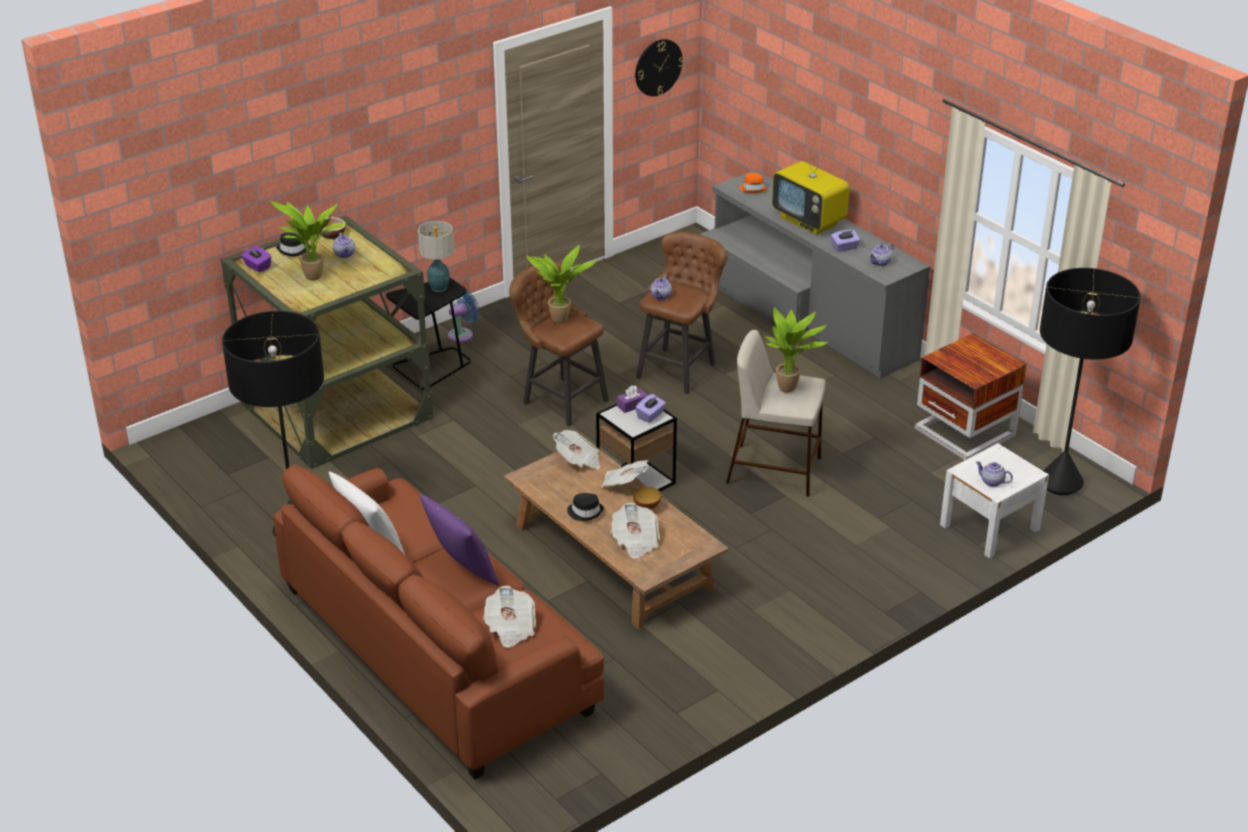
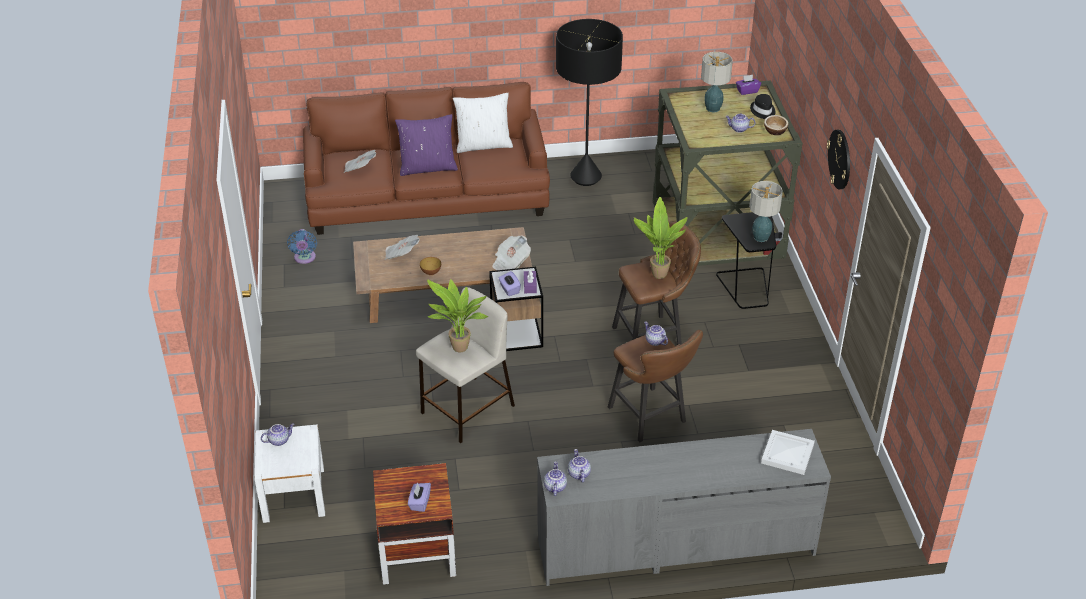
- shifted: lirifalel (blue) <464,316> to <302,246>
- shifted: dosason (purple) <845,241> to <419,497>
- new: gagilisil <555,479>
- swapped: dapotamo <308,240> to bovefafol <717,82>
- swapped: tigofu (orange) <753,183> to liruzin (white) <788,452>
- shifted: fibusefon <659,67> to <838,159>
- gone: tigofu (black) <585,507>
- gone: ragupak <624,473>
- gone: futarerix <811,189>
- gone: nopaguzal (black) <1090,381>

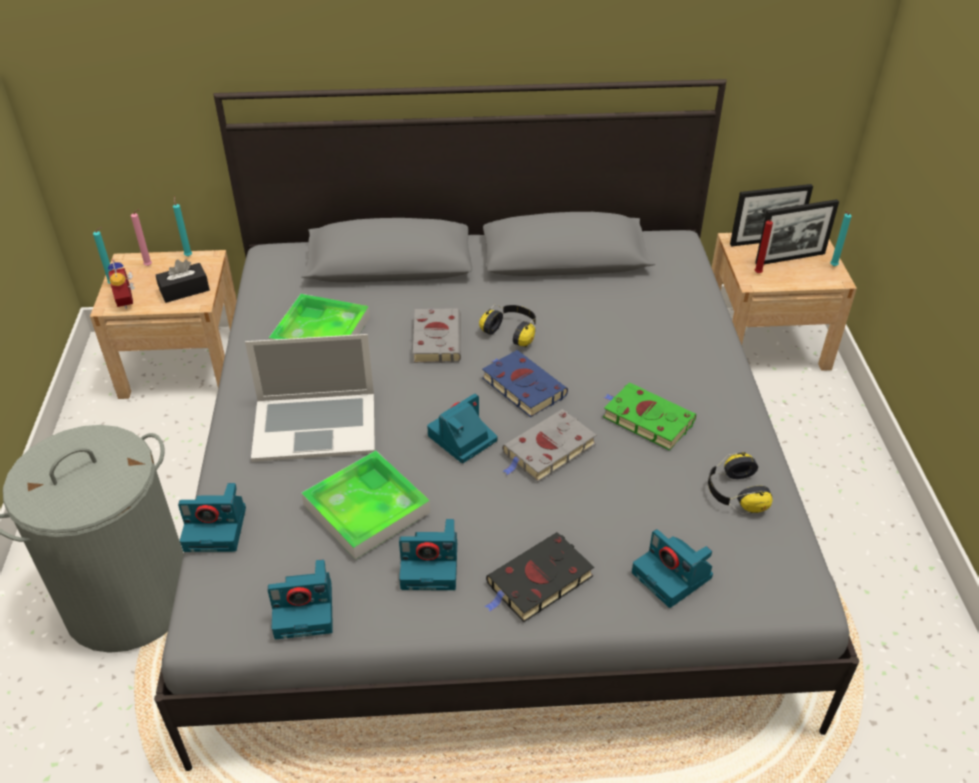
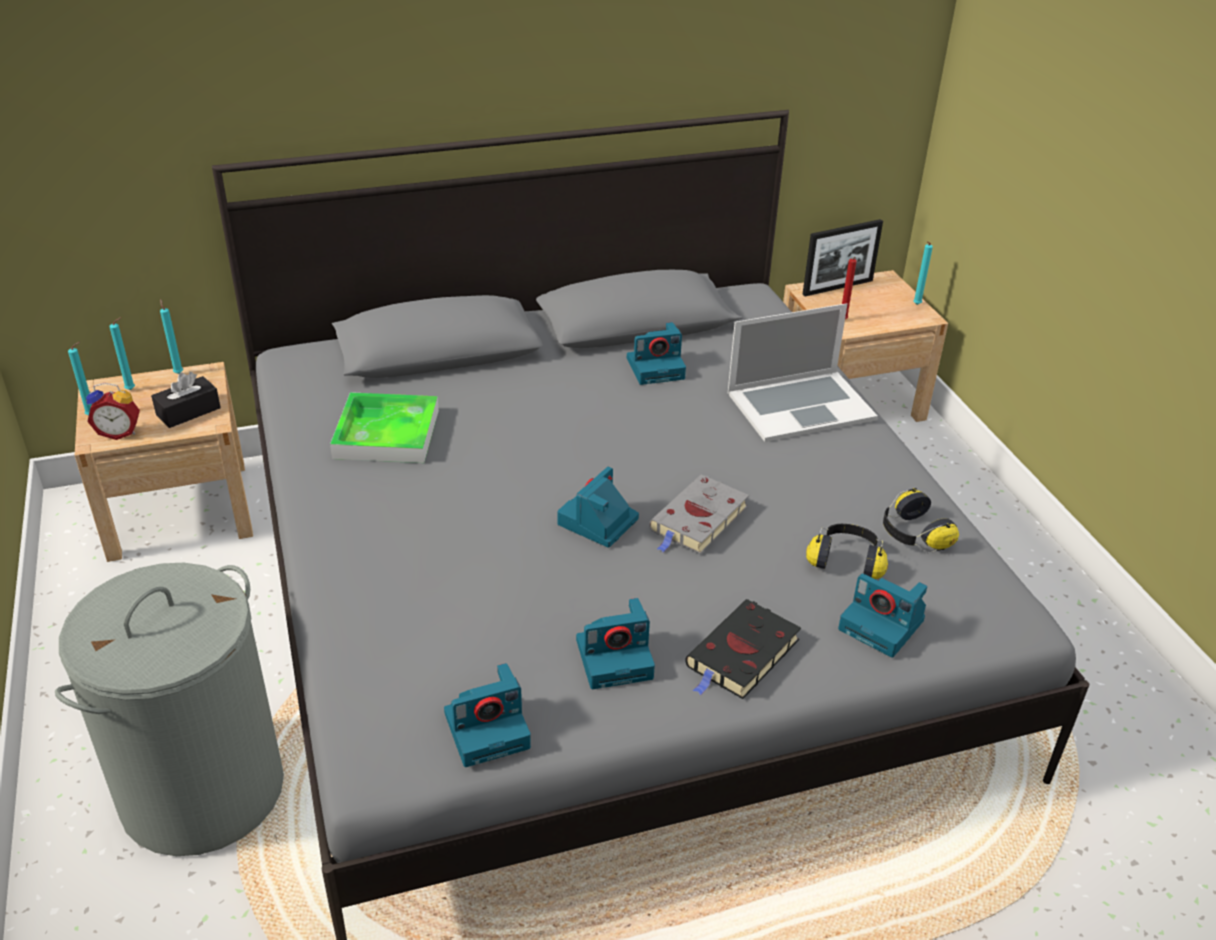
- rotated: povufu <121,284> = <113,411> 60 degrees counterclockwise
- repainted: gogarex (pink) <141,237> to gogarex (turquoise) <122,353>
- shifted: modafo <212,517> to <656,353>
- shifted: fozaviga <310,398> to <803,372>
- shifted: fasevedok <507,326> to <847,551>
- gone: liruzin <365,505>
- gone: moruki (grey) <437,335>
- gone: moruki (blue) <525,383>
- gone: moruki (green) <649,416>
- gone: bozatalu <797,231>

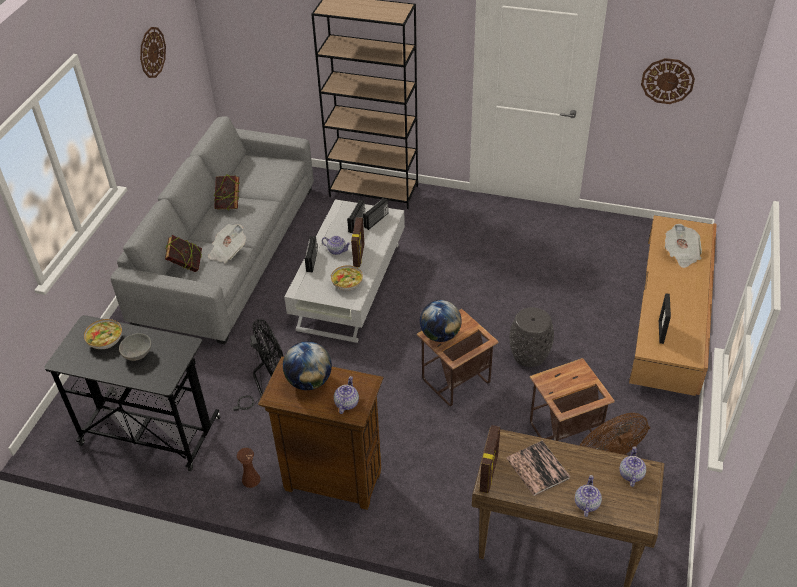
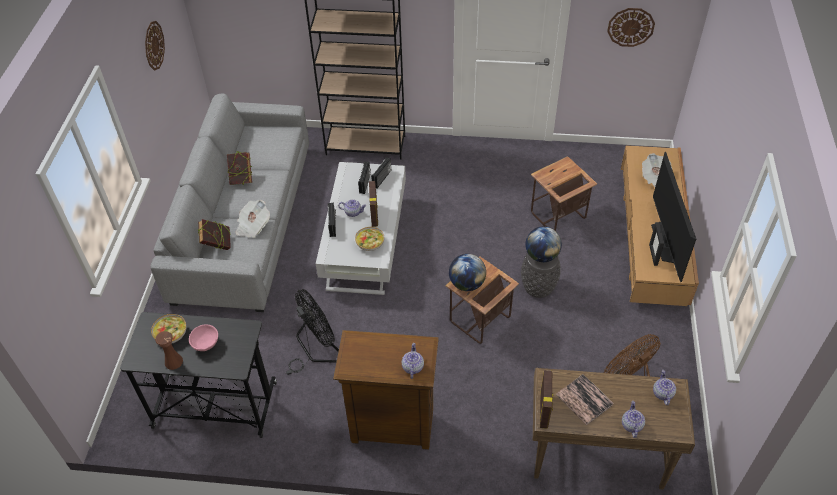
- shifted: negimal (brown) <248,468> to <169,350>
- repainted: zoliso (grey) <135,347> to zoliso (pink) <203,337>
- shifted: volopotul <307,365> to <543,244>
- shifted: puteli <572,399> to <564,193>
- new: futarerix <673,217>

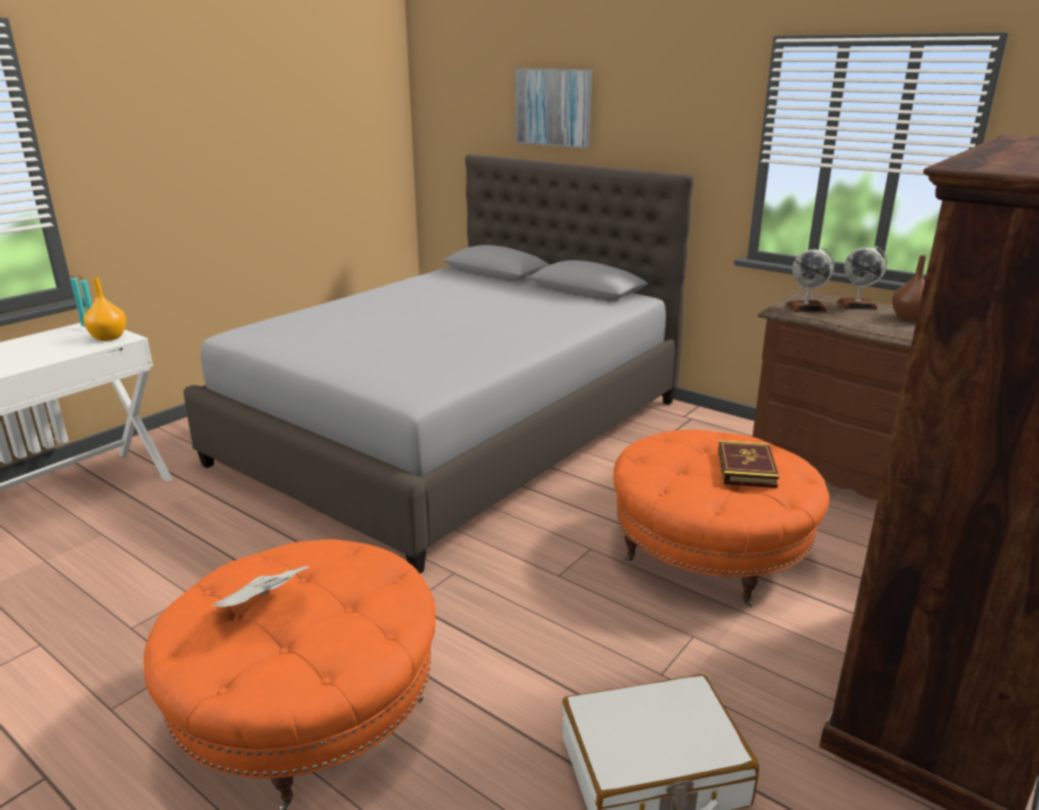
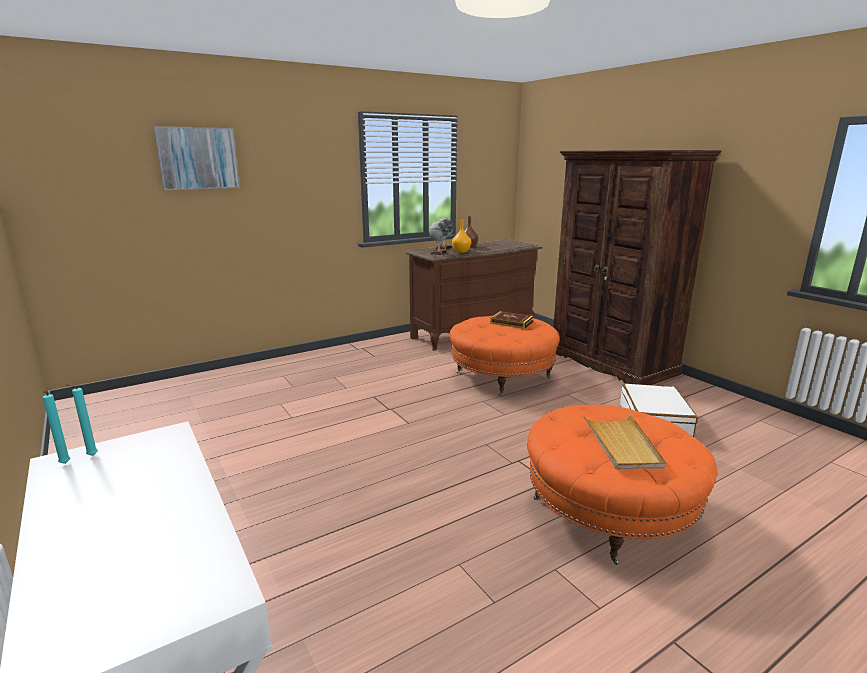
- shifted: negimal (orange) <104,309> to <461,236>
- swapped: ragupak <260,586> to liruzin (beige) <624,442>
- gone: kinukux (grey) <438,363>

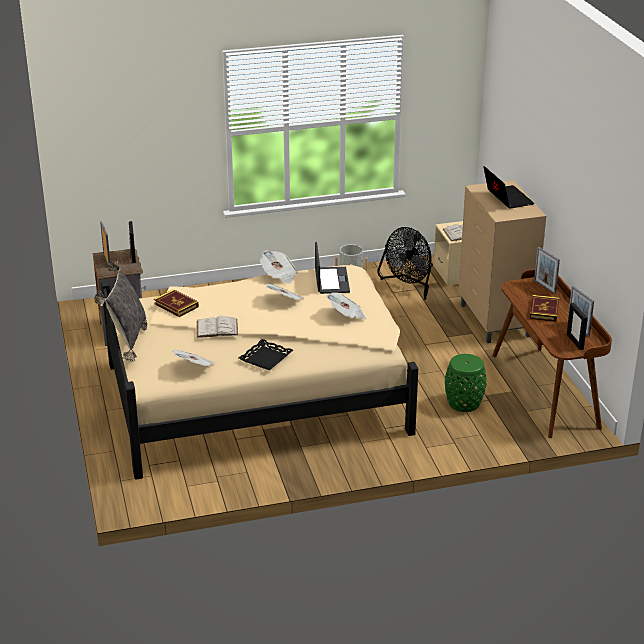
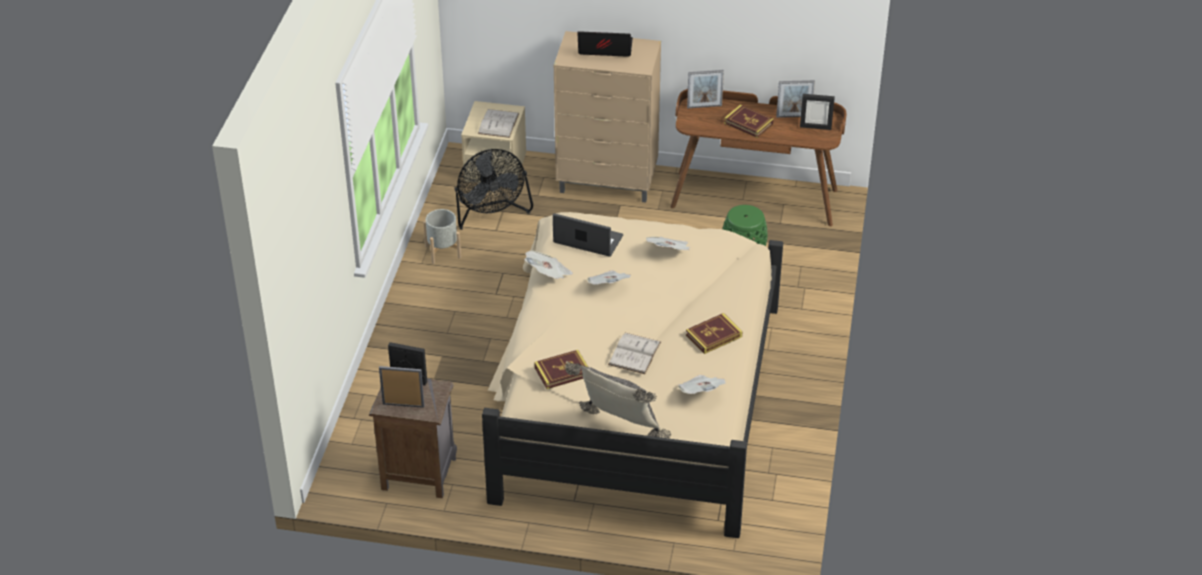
- swapped: liruzin (black) <266,354> to moruki <714,333>

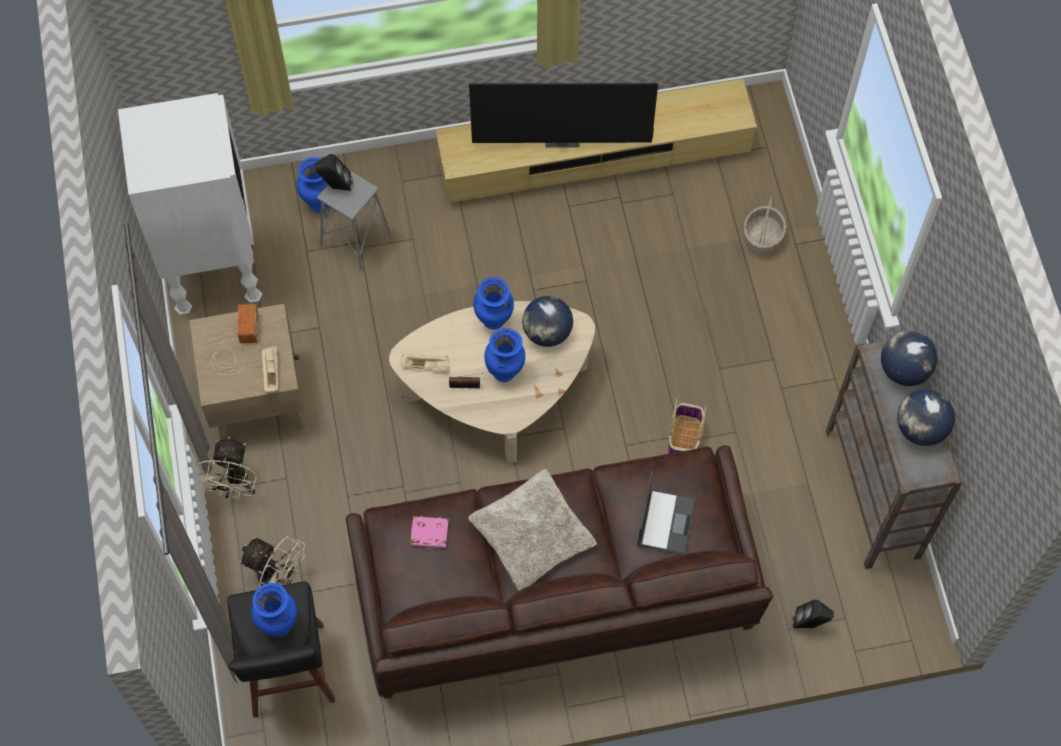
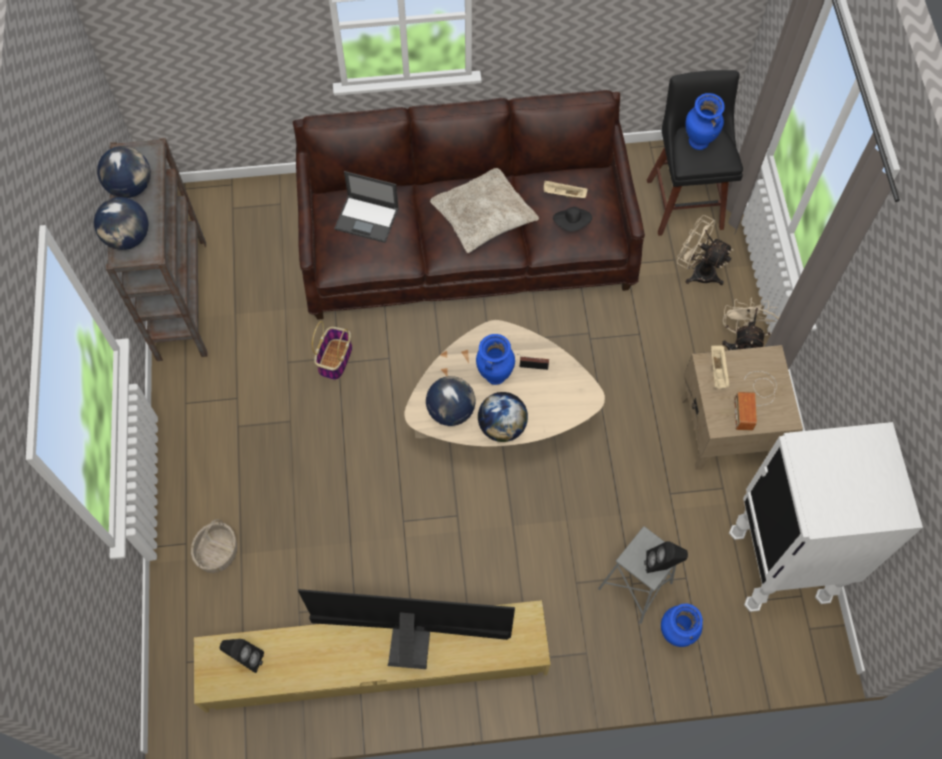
- shifted: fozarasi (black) <813,614> to <242,656>
- rotated: fozaviga <666,513> = <366,207> 90 degrees counterclockwise
- swapped: negimal (blue) <493,303> to volopotul <503,417>
- shifted: liruzin (beige) <425,362> to <566,189>
- swapped: moruki (pink) <429,532> to tigofu (black) <572,219>

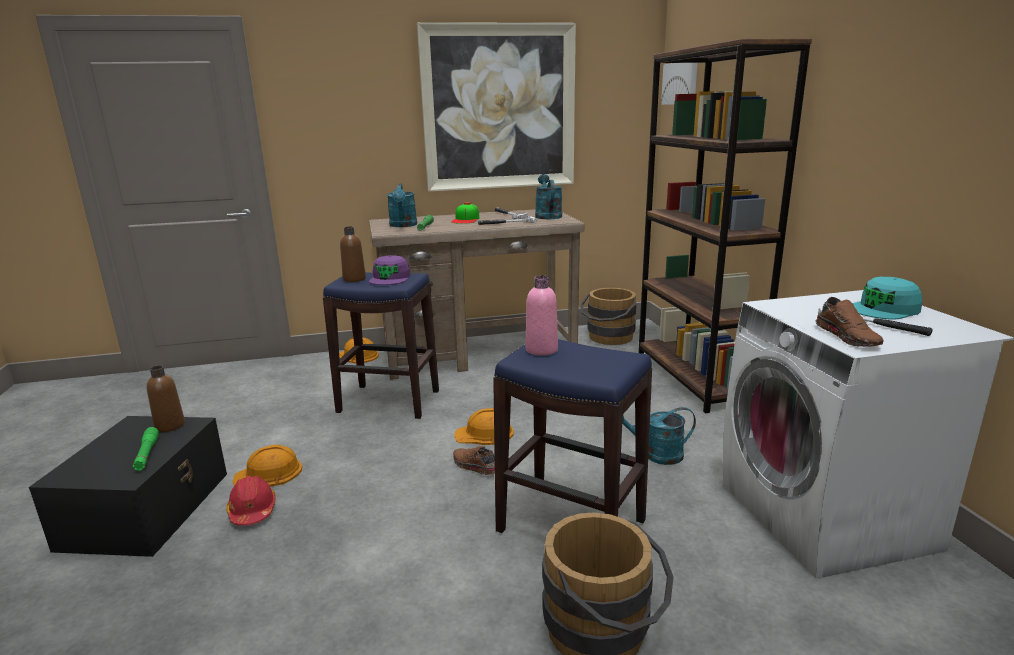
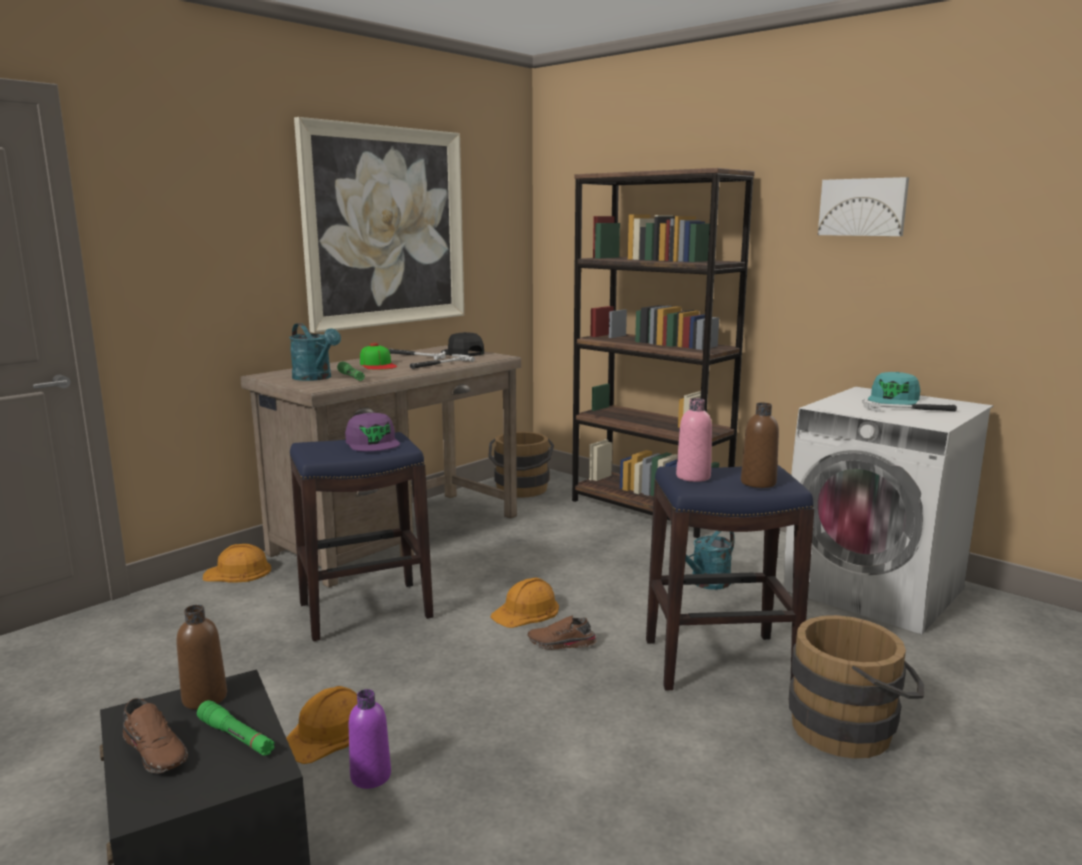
- shifted: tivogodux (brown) <850,322> to <155,736>
- swapped: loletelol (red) <251,501> to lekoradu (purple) <370,739>
- swapped: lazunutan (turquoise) <548,196> to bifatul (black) <462,344>
- shifted: lekoradu (brown) <353,254> to <760,445>
- shifted: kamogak <679,84> to <863,206>

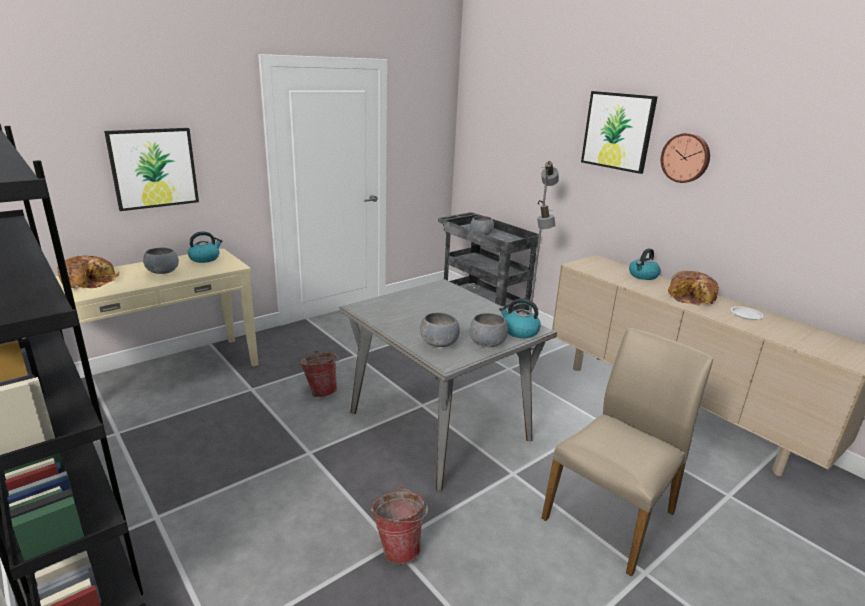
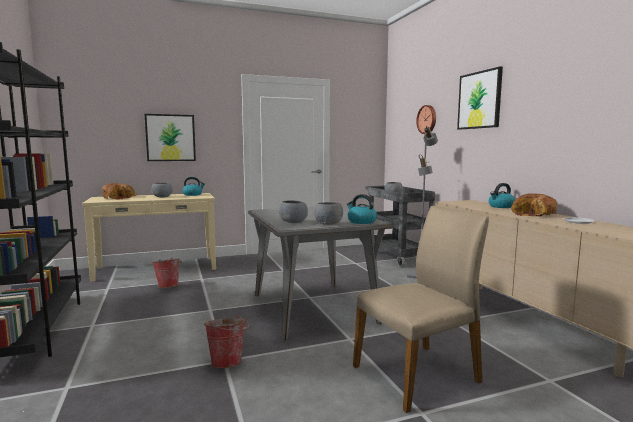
- shifted: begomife <319,374> to <167,273>
- shifted: fibusefon <685,158> to <426,119>

